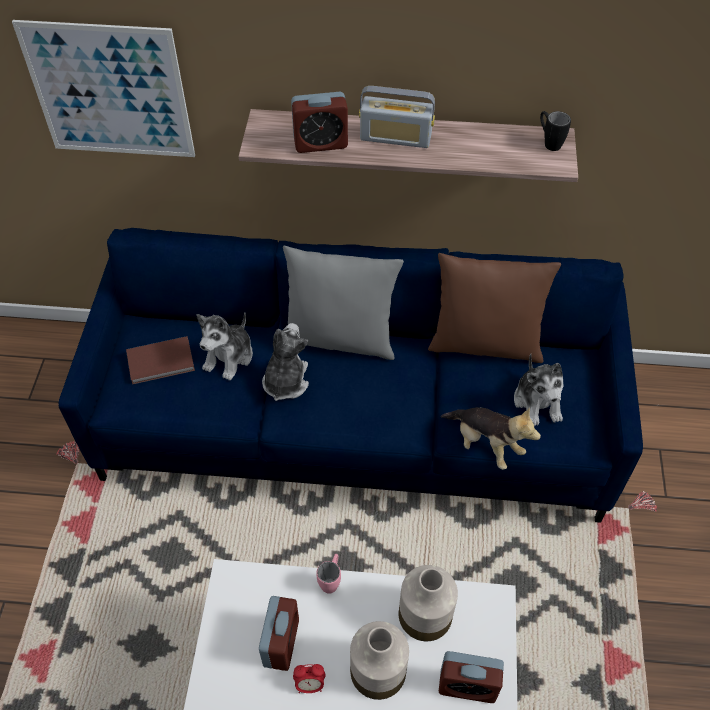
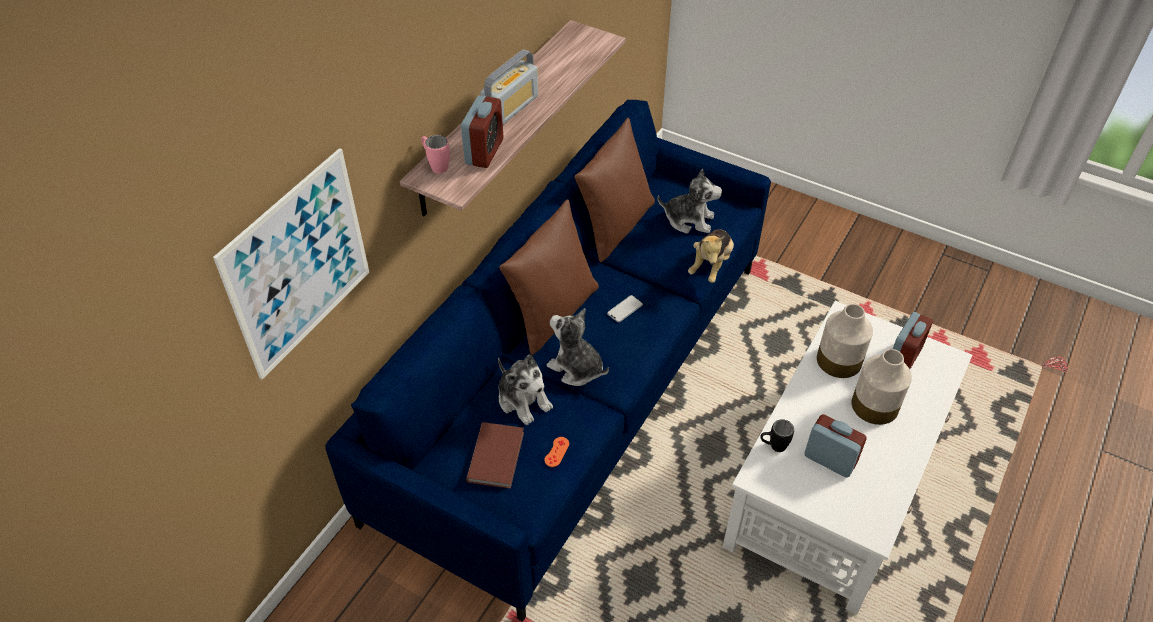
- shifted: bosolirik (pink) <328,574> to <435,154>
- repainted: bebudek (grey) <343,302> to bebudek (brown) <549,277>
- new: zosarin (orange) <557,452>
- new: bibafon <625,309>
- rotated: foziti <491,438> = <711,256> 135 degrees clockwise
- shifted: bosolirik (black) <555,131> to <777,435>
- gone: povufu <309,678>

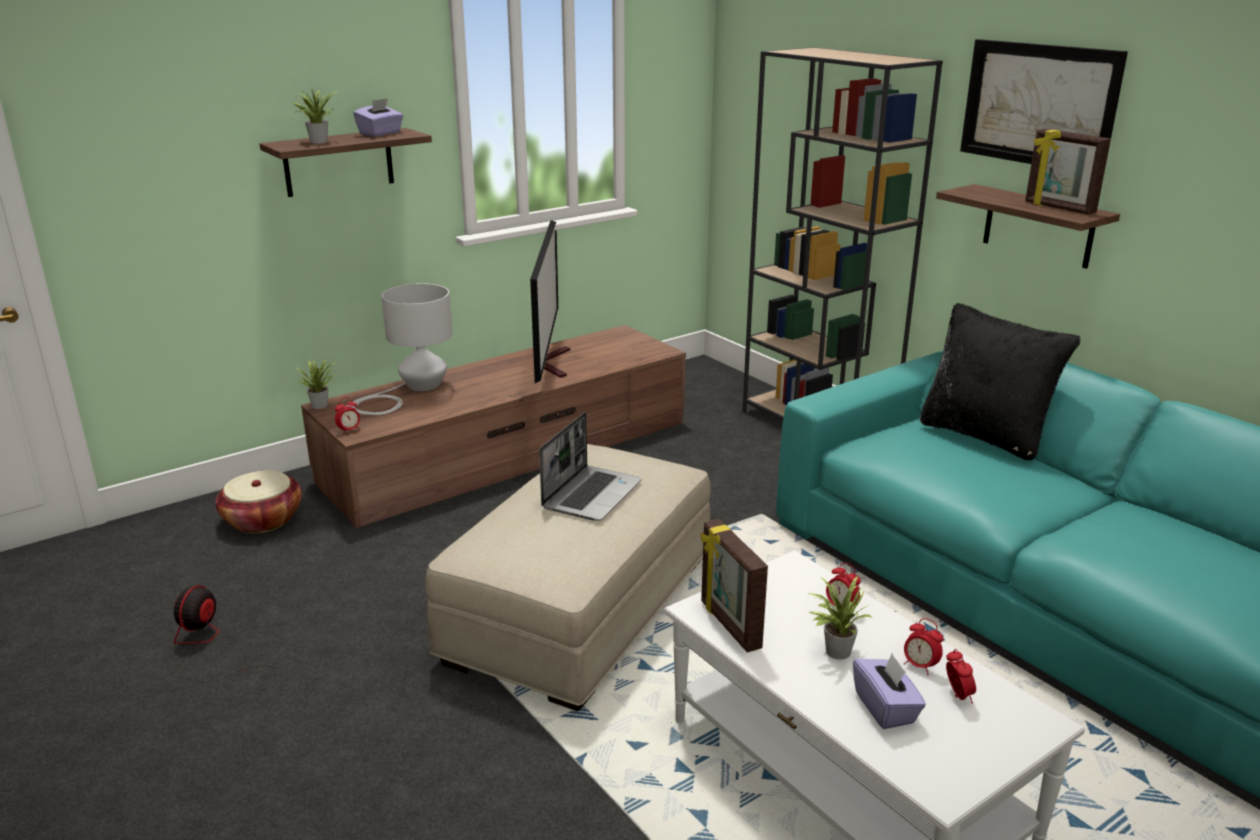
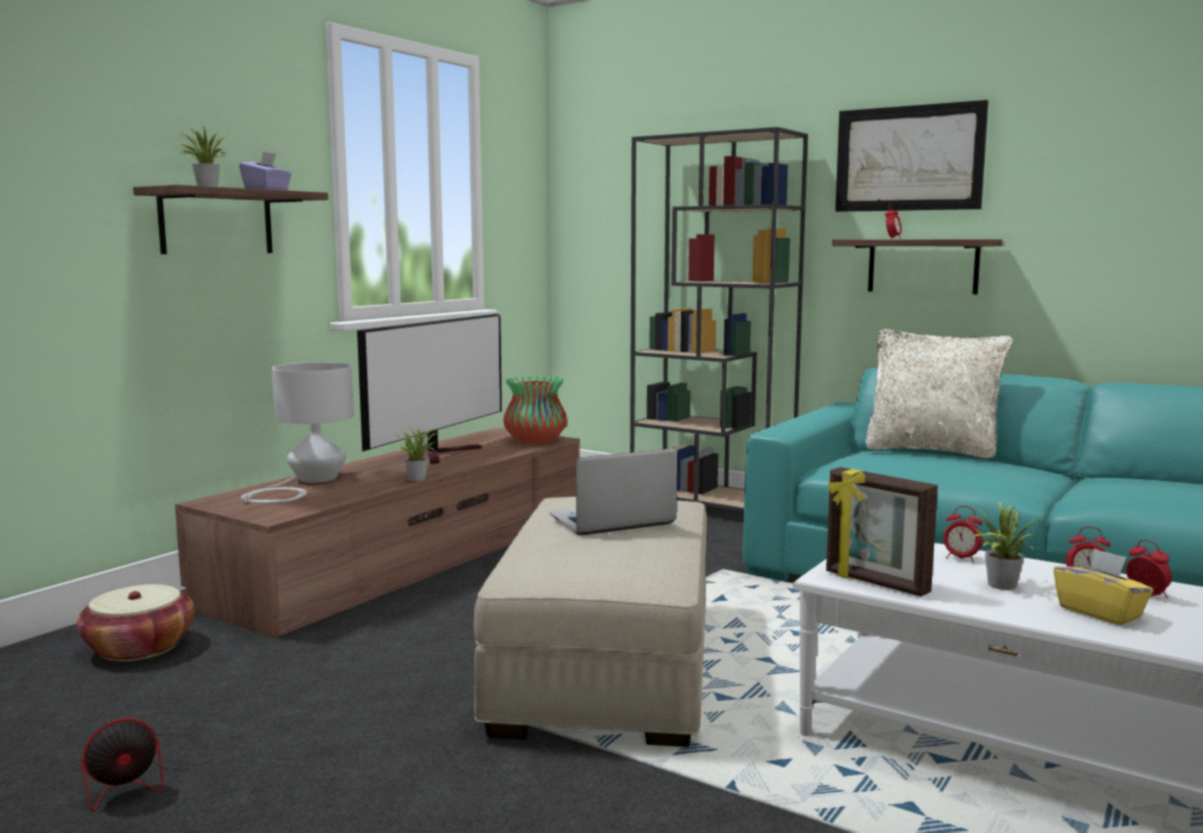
- rotated: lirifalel <226,634> = <147,765> 120 degrees counterclockwise
- rotated: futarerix <550,302> = <429,389> 45 degrees clockwise
- shifted: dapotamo <316,383> to <415,454>
- new: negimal <535,410>
- rotated: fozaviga <590,466> = <613,491> 120 degrees counterclockwise
- repainted: bebudek (black) <1000,382> to bebudek (beige) <939,394>
- shifted: povufu <347,415> to <893,222>
- repainted: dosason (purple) <889,691> to dosason (yellow) <1103,586>
- gone: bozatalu <1068,172>

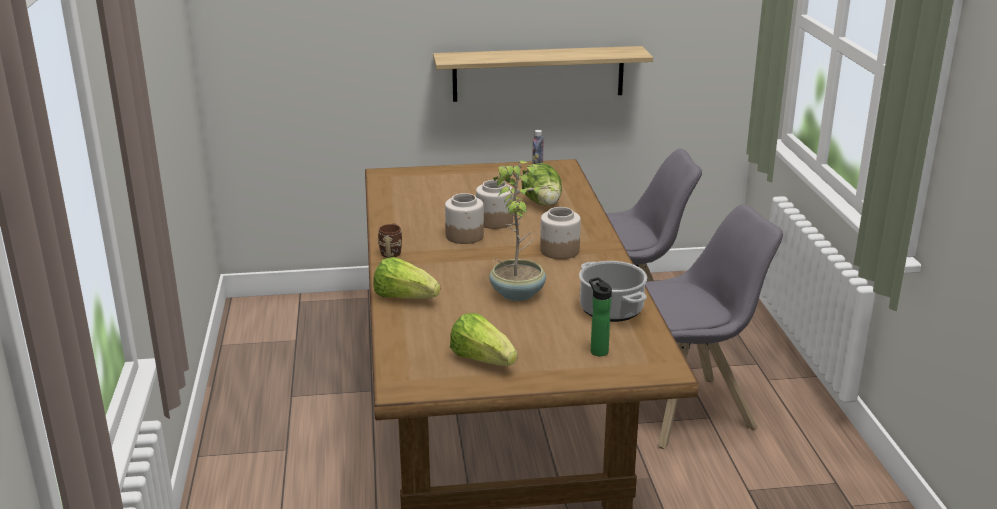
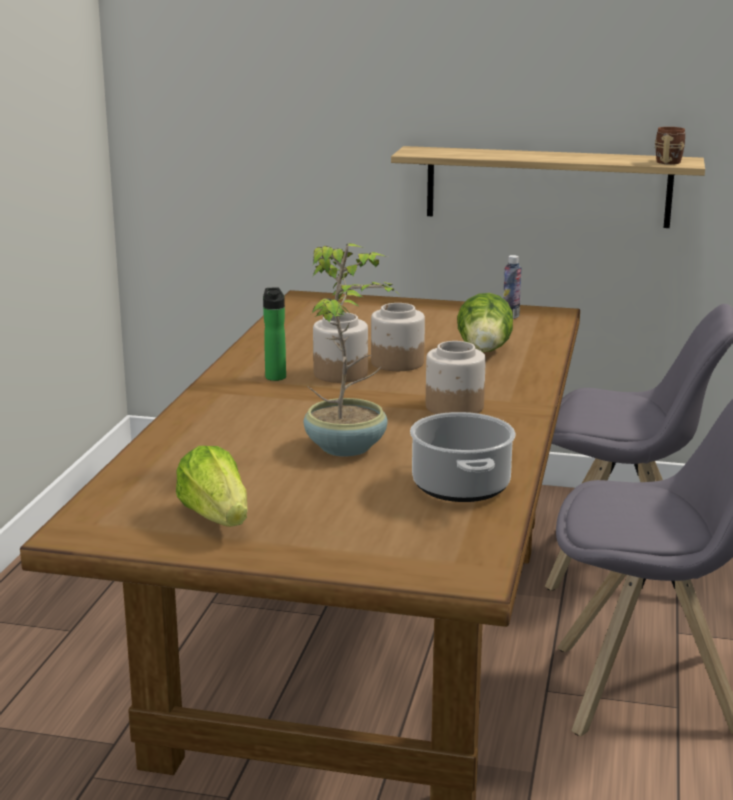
- shifted: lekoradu <600,316> to <274,334>
- shifted: bosolirik (brown) <390,241> to <670,146>
- gone: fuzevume <407,278>

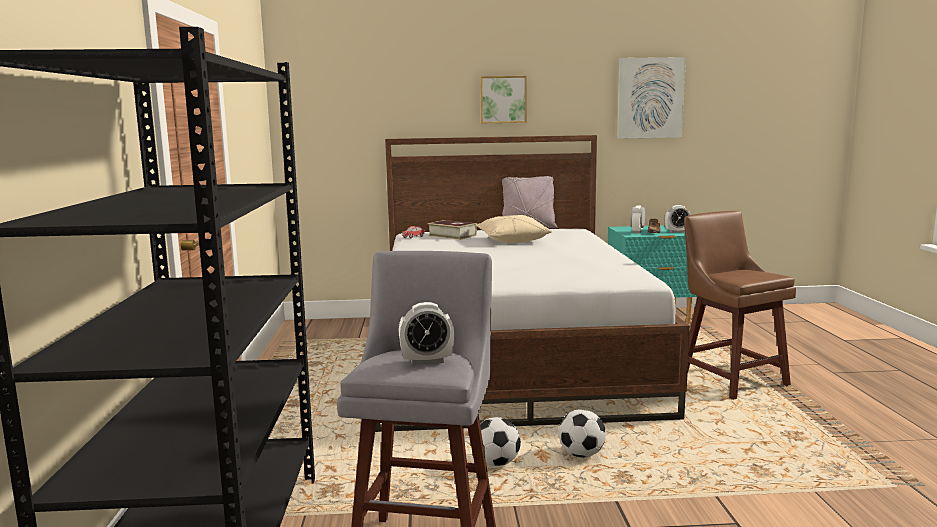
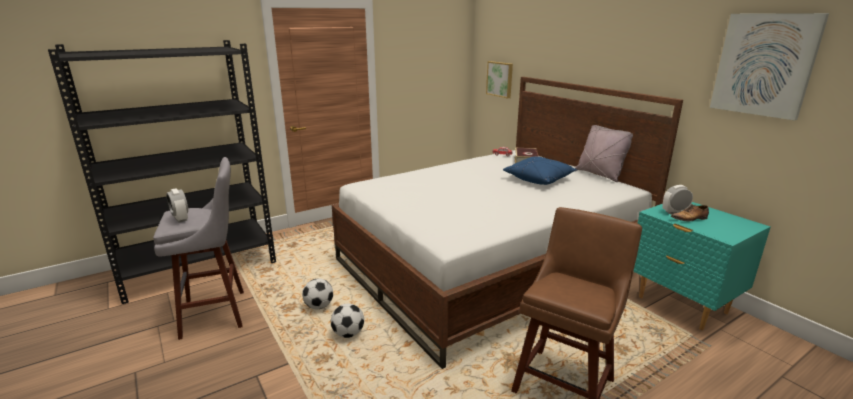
- shifted: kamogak <503,99> to <499,80>
- repainted: bebudek (beige) <514,229> to bebudek (blue) <540,170>
- gone: povufu <678,219>

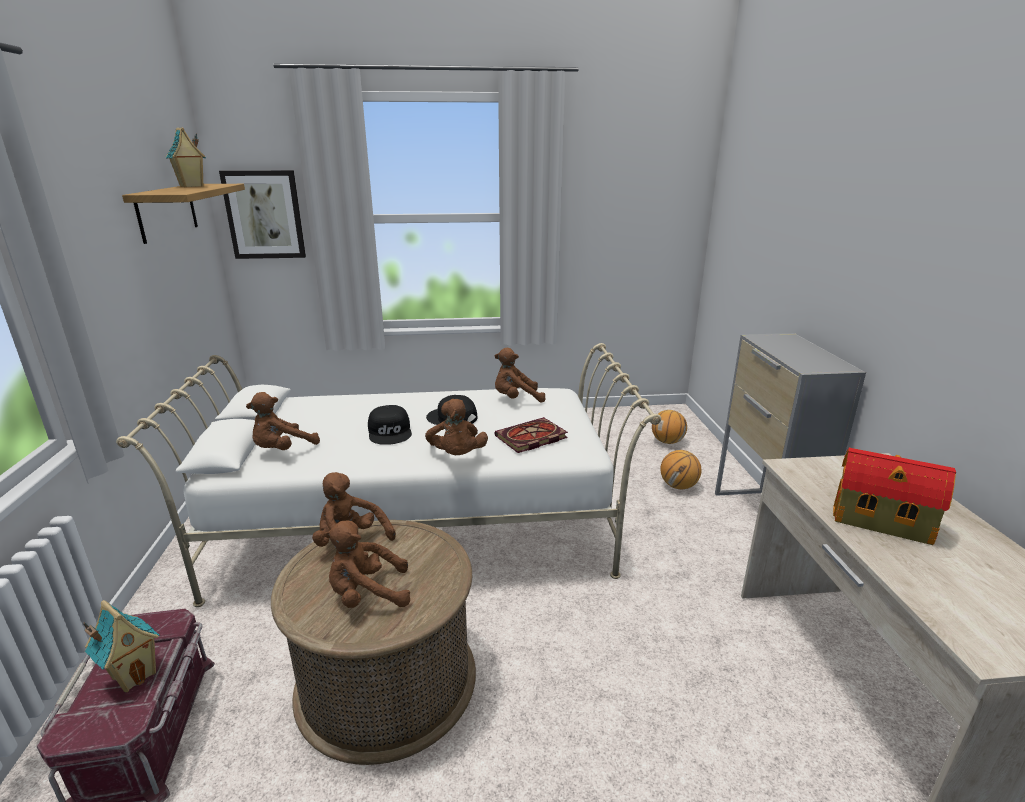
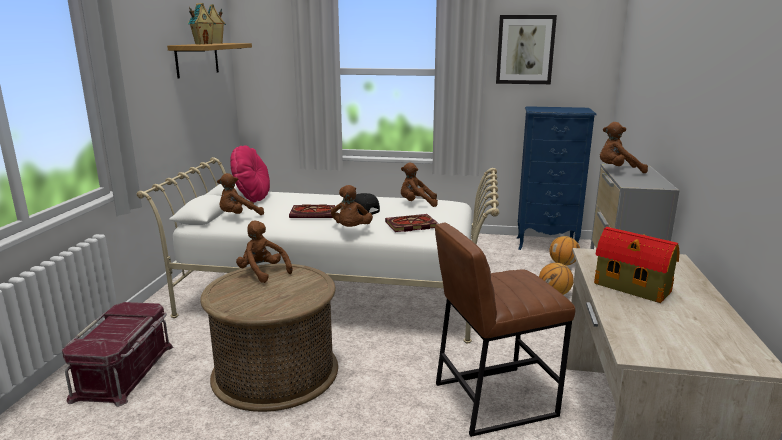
- shifted: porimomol <121,646> to <202,23>
- new: bebudek (pink) <250,174>
- swapped: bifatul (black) <390,425> to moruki <312,211>
- new: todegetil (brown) <505,329>
- shifted: kamogak <262,214> to <526,49>
- new: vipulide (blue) <557,178>
- shifted: foziti (brown) <367,564> to <624,147>

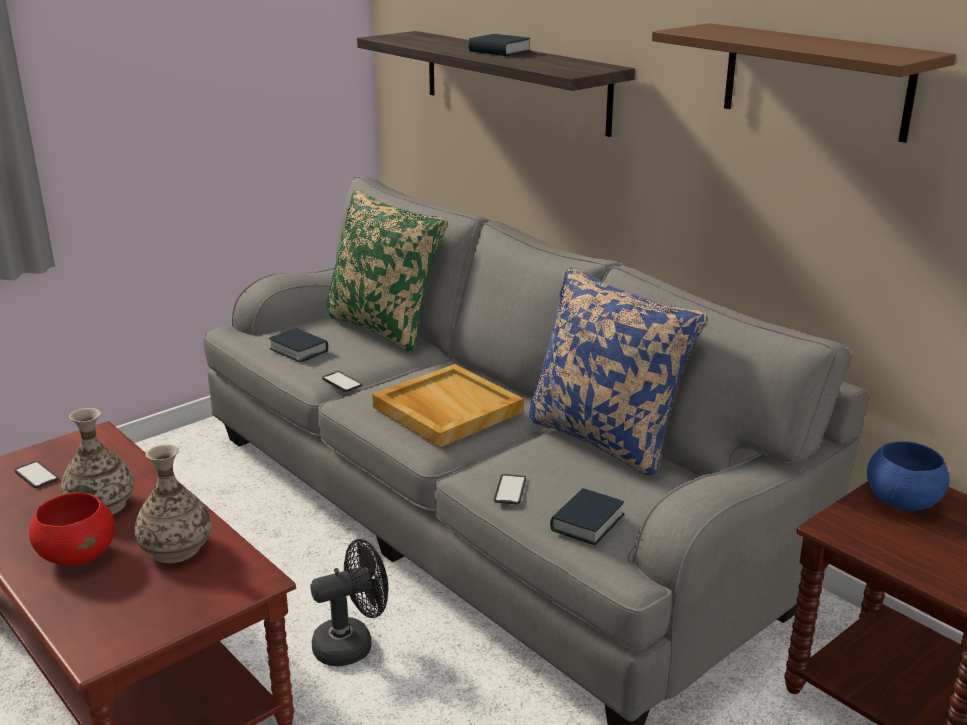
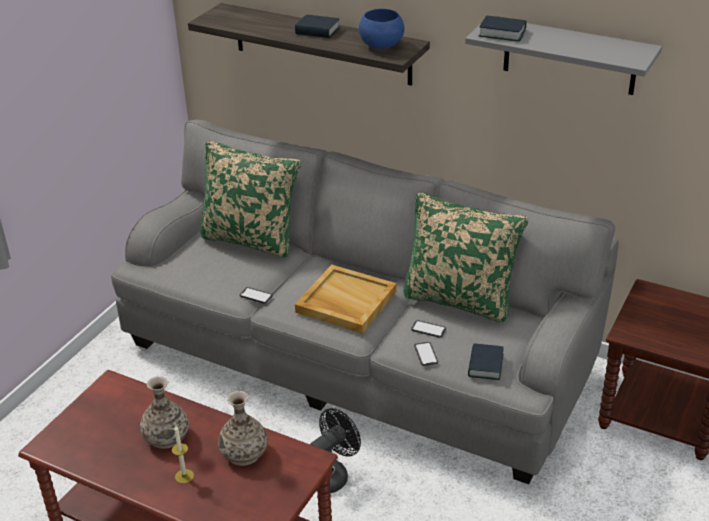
- swapped: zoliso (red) <72,529> to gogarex <183,455>
- shifted: zoliso (blue) <908,476> to <381,29>
- repainted: bebudek (blue) <618,371> to bebudek (green) <466,257>
- shifted: bibafon <36,474> to <428,329>
- repainted: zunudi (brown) <804,83> to zunudi (grey) <563,59>
- shifted: moruki <298,345> to <502,28>

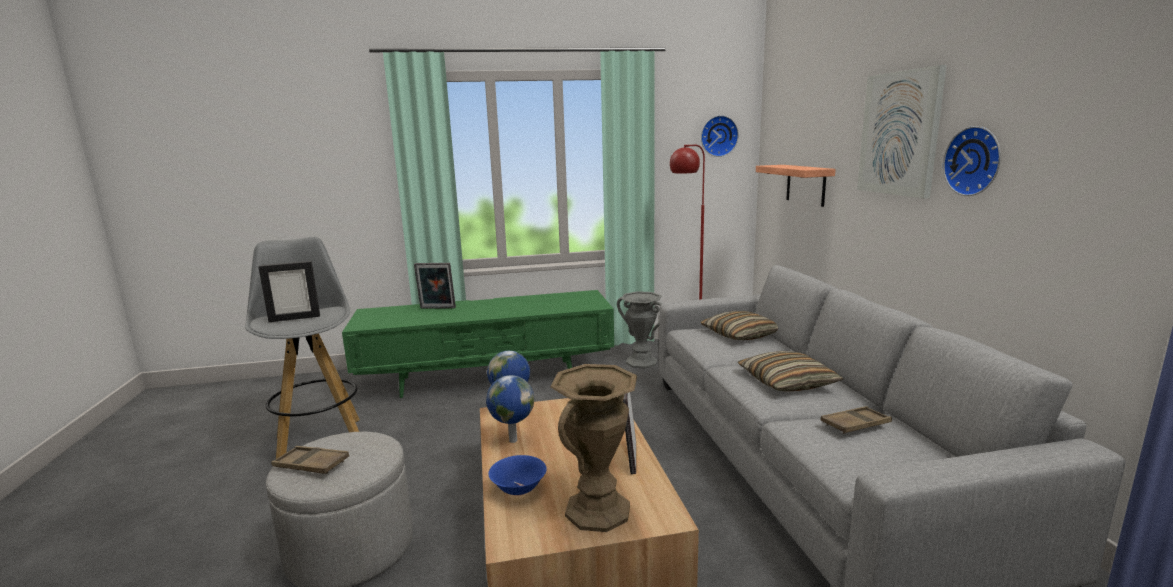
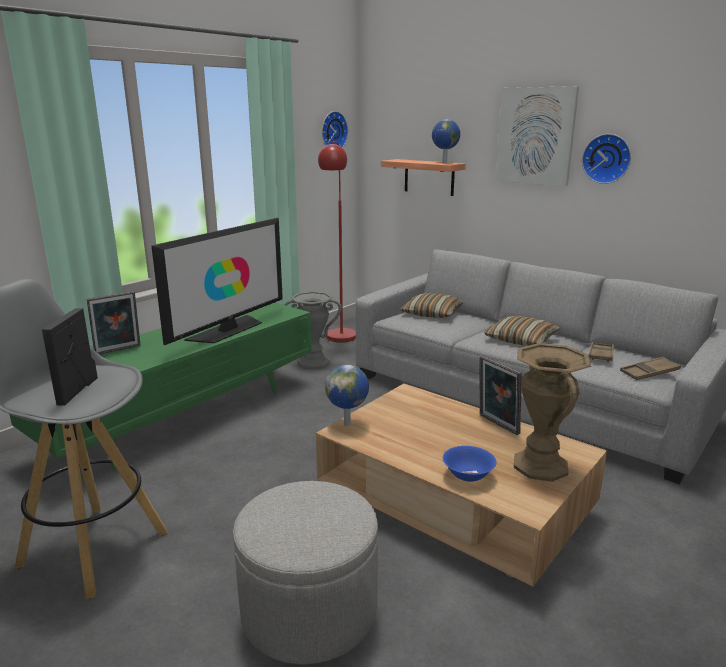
- rotated: bozatalu <289,291> = <70,357> 150 degrees clockwise
- new: futarerix <217,281>
- shifted: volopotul <510,409> to <446,141>
- shifted: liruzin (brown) <310,460> to <650,368>

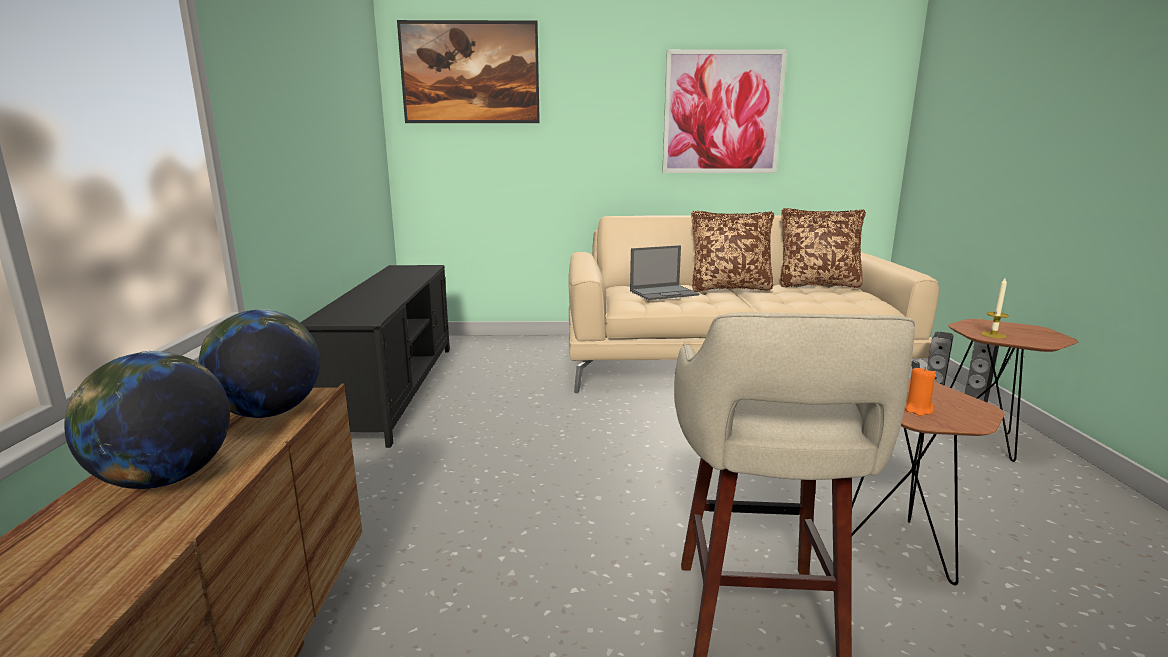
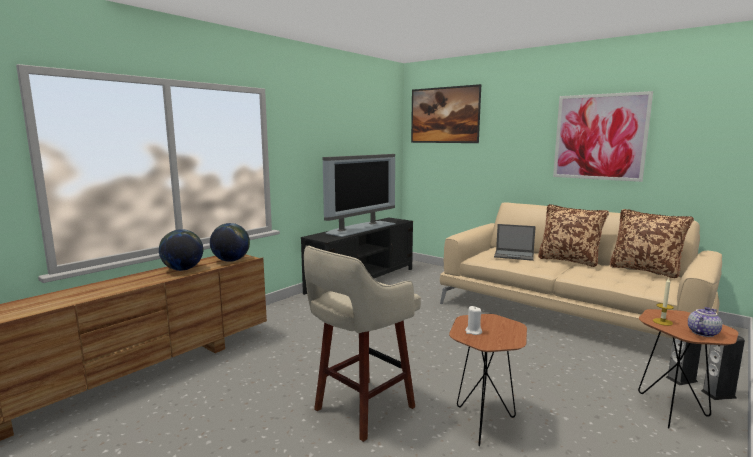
- new: futarerix <359,195>
- repainted: gogarex (orange) <920,391> to gogarex (white) <473,320>
- new: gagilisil <705,322>

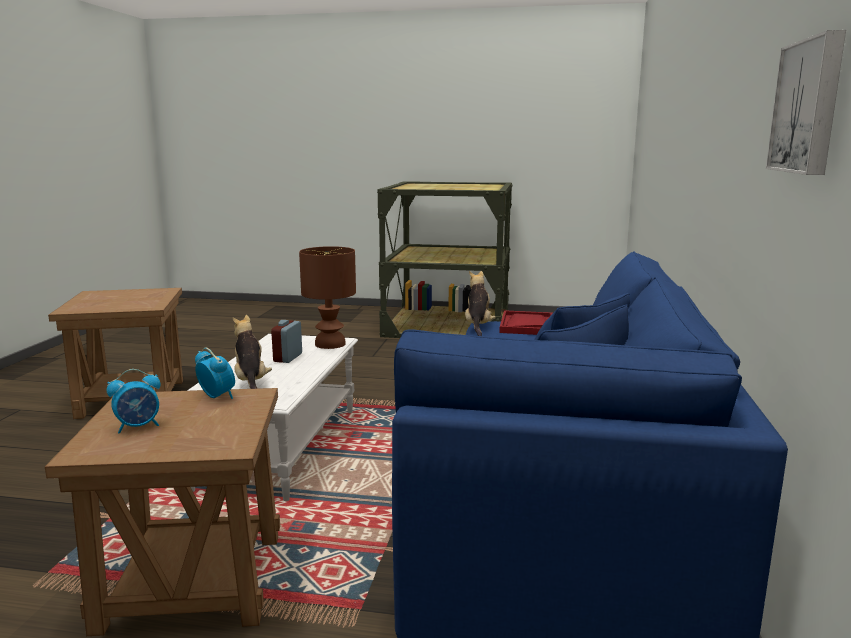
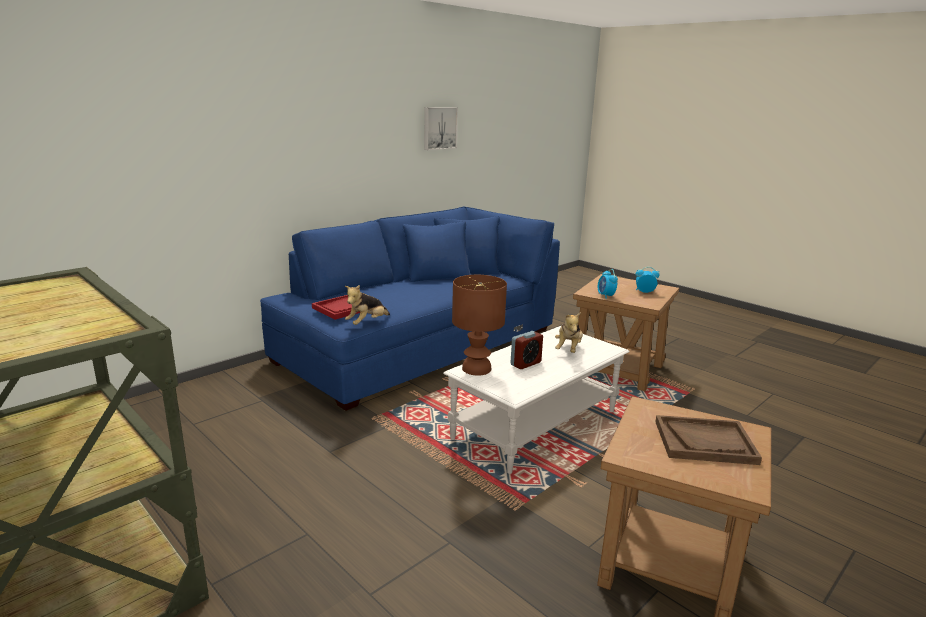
- new: liruzin (brown) <708,440>

